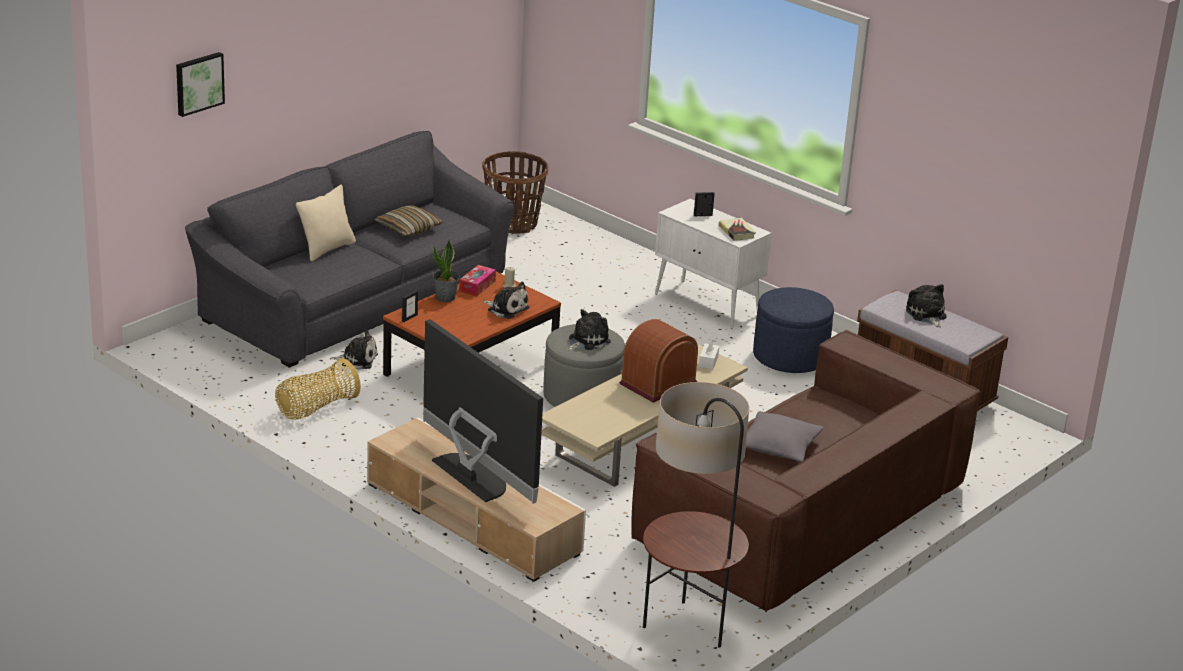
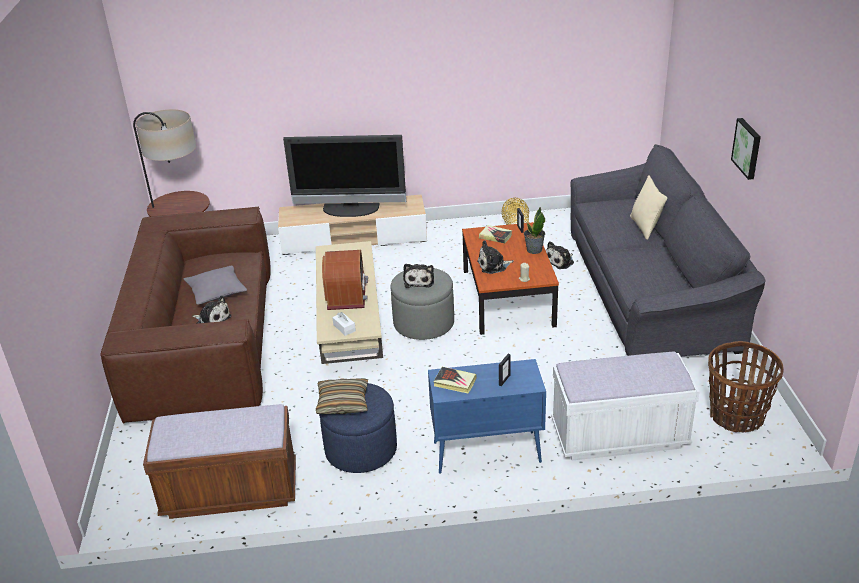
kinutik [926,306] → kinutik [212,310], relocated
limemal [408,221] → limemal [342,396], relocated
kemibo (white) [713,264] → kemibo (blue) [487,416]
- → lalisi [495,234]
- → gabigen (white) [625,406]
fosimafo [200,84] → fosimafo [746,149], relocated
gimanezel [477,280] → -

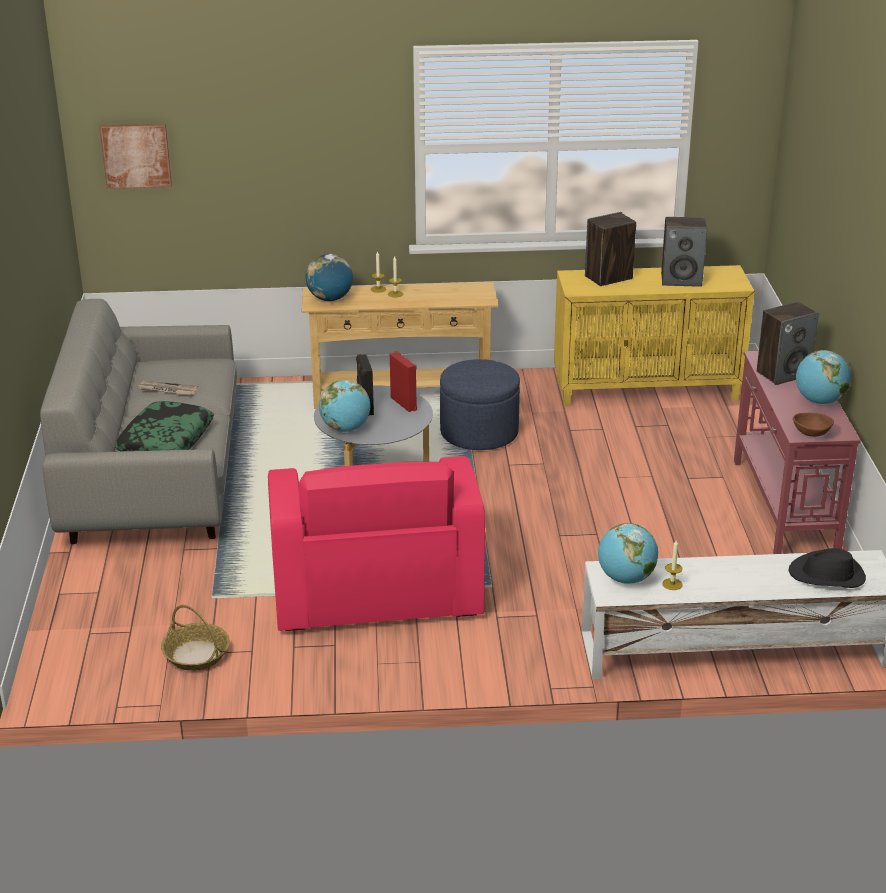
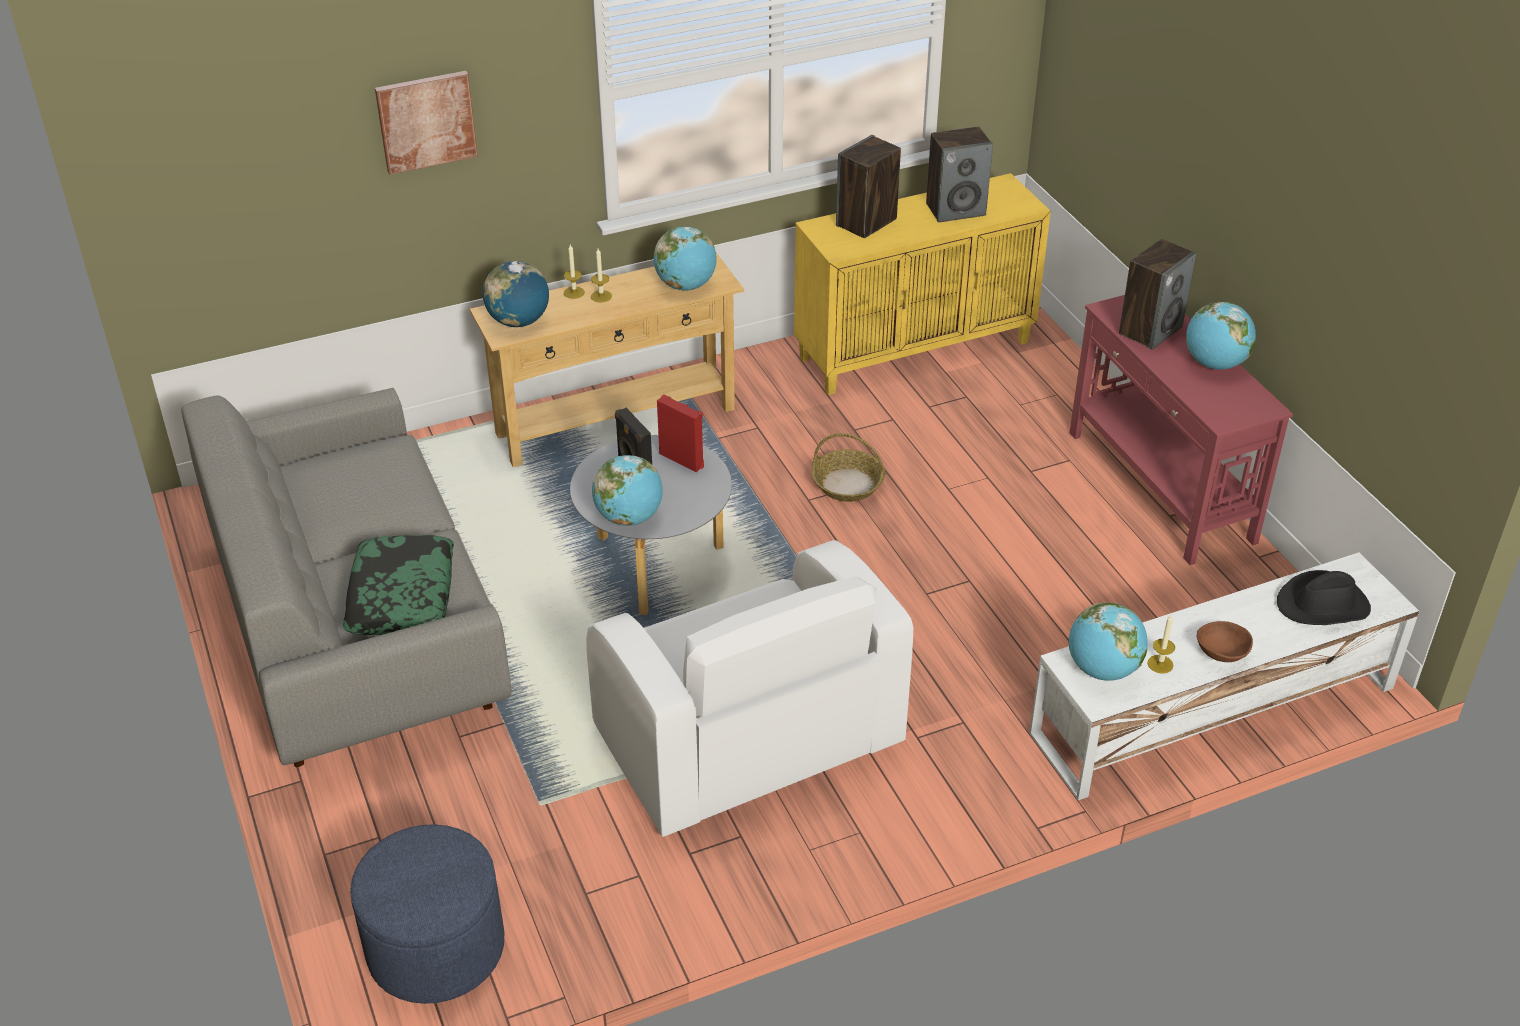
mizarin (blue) [480,404] → mizarin (blue) [427,914], relocated
fosimafo [135,156] → fosimafo [426,123], relocated
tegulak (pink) [376,543] → tegulak (white) [749,688]
- → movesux [685,259]
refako [195,638] → refako [849,467], relocated
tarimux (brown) [813,425] → tarimux (brown) [1225,641], relocated
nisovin [168,388] → -

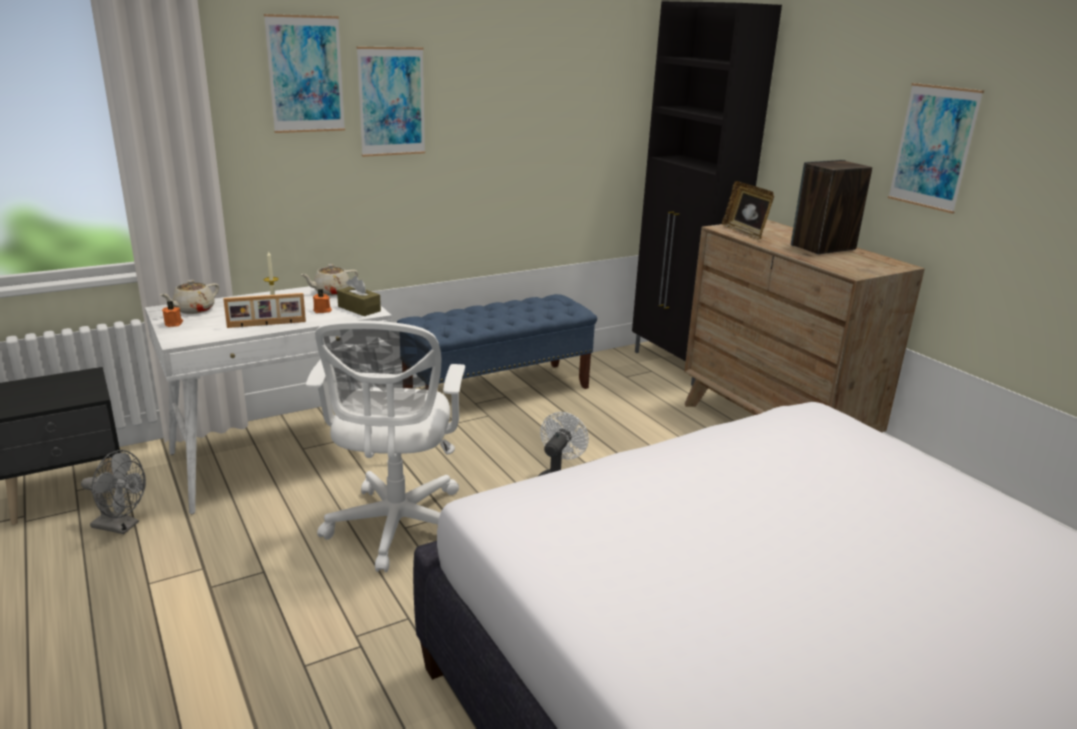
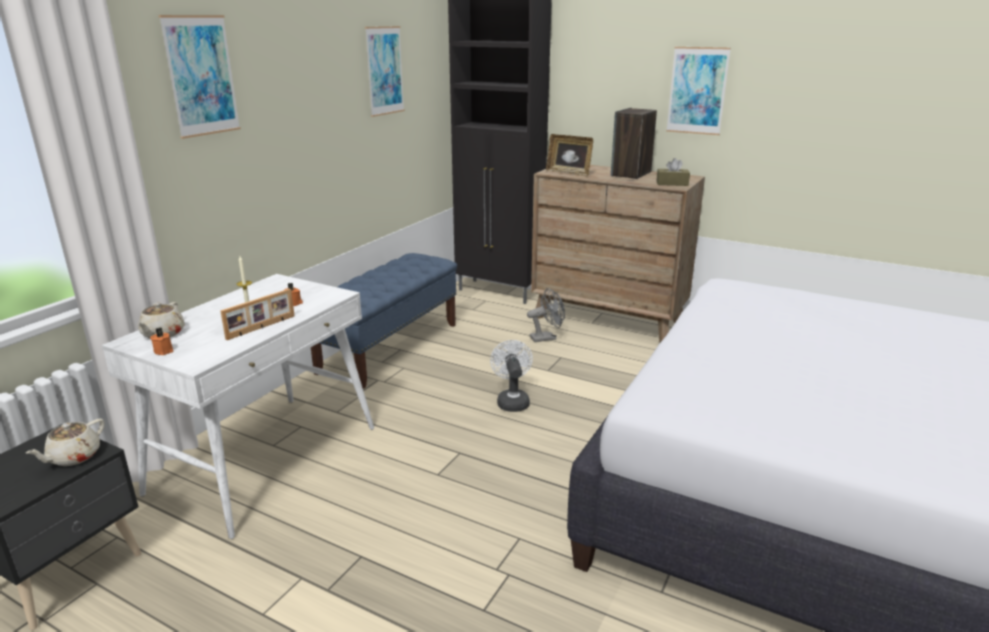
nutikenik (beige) [329,280] → nutikenik (beige) [65,442], relocated
fosimafo [390,101] → fosimafo [385,71], relocated
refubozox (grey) [113,492] → refubozox (grey) [546,315], relocated
gimanezel (brown) [359,296] → gimanezel (brown) [673,172], relocated
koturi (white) [385,446] → -

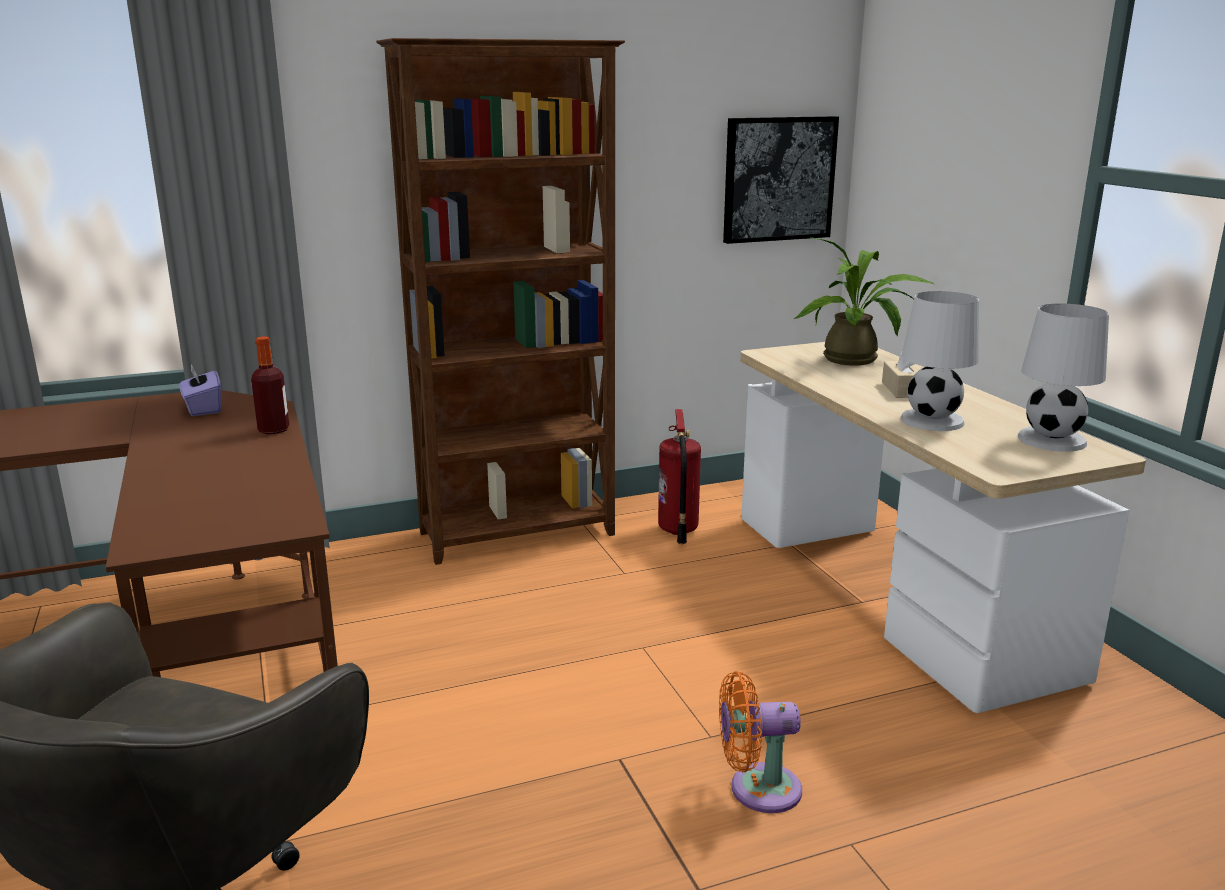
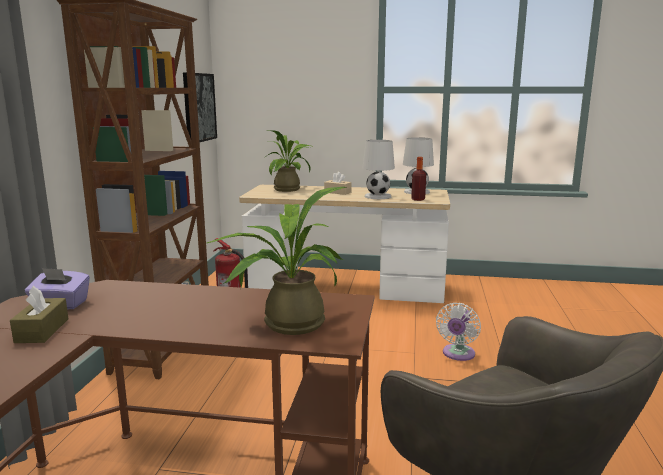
- → gimanezel (brown) [39,314]
- → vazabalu [277,261]
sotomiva [270,385] → sotomiva [418,179], relocated
refubozox (orange) [760,742] → refubozox (white) [458,332]

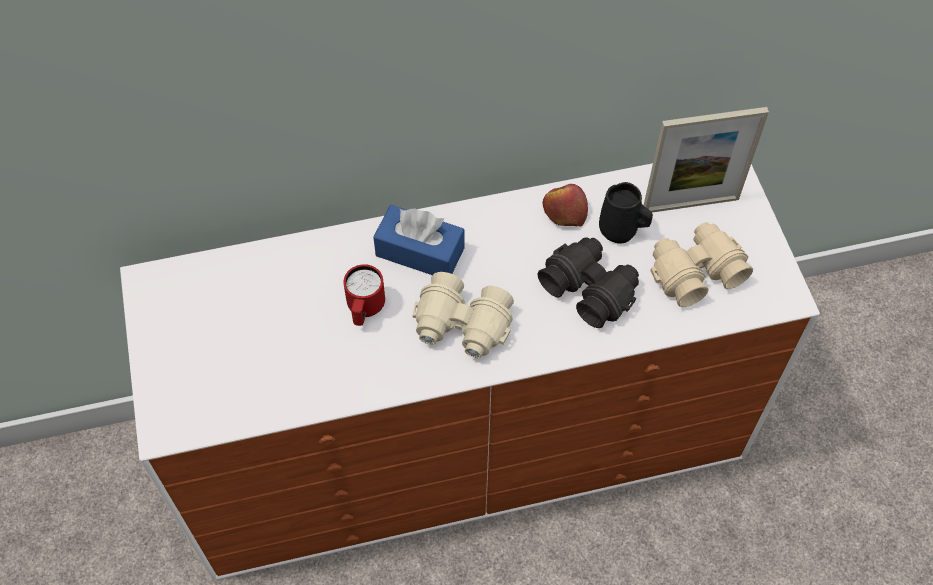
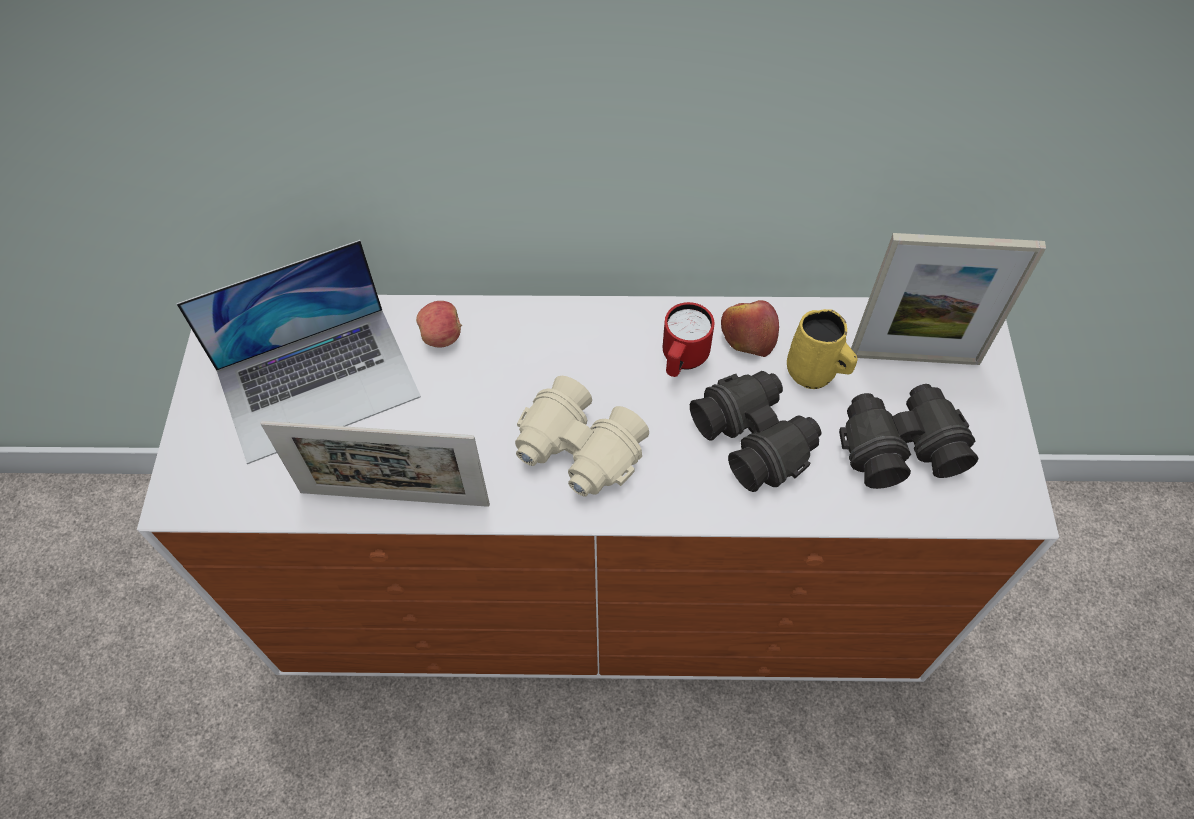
- → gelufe [298,352]
- → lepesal [375,464]
- → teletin [439,324]
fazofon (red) [364,295] → fazofon (red) [688,339], relocated
fazofon (black) [626,213] → fazofon (yellow) [822,349]
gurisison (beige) [701,264] → gurisison (black) [908,436]
gimanezel (blue) [418,240] → -

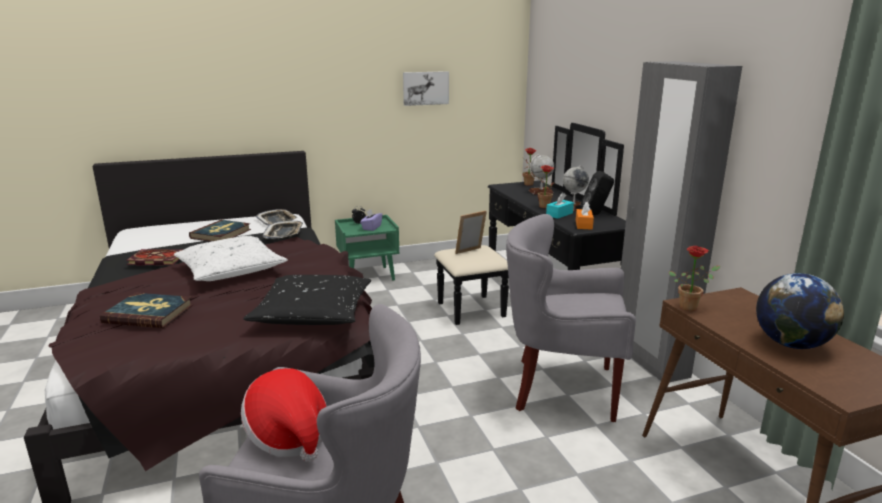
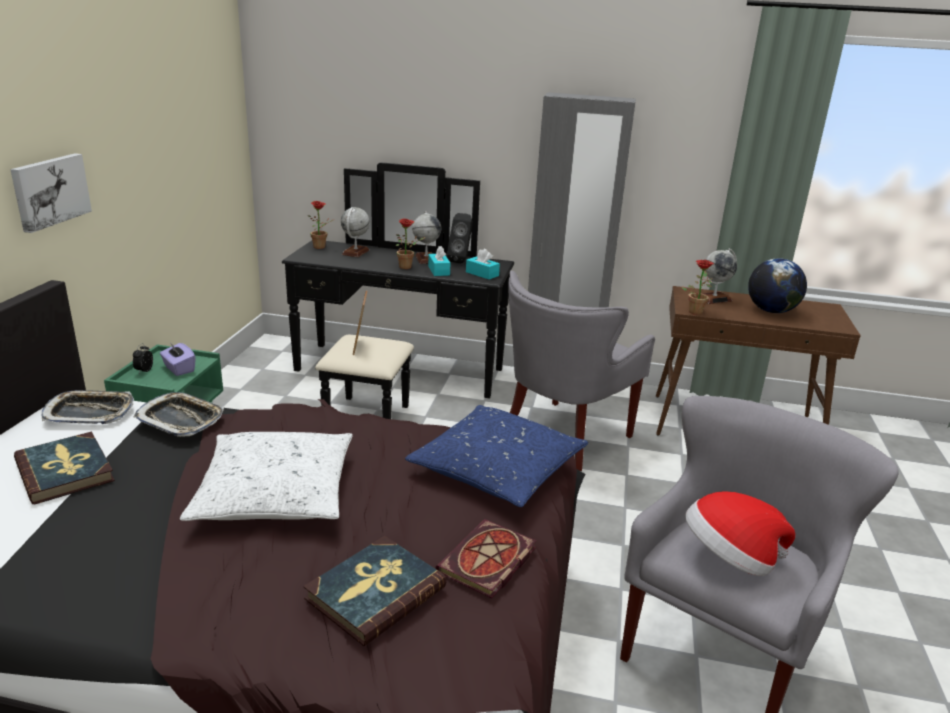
fosimafo [426,88] → fosimafo [51,193], relocated
limemal (black) [307,300] → limemal (blue) [496,456]
lalisi [155,257] → lalisi [486,559], relocated
gimanezel (orange) [585,216] → gimanezel (turquoise) [483,264]
- → movesux [719,276]

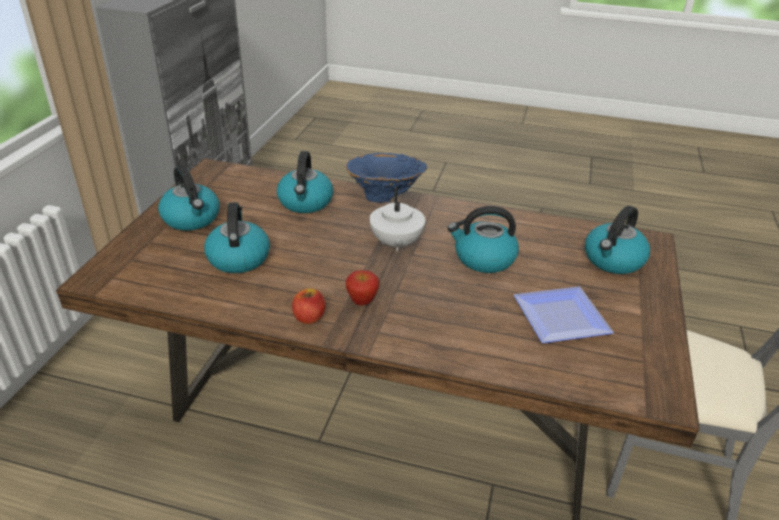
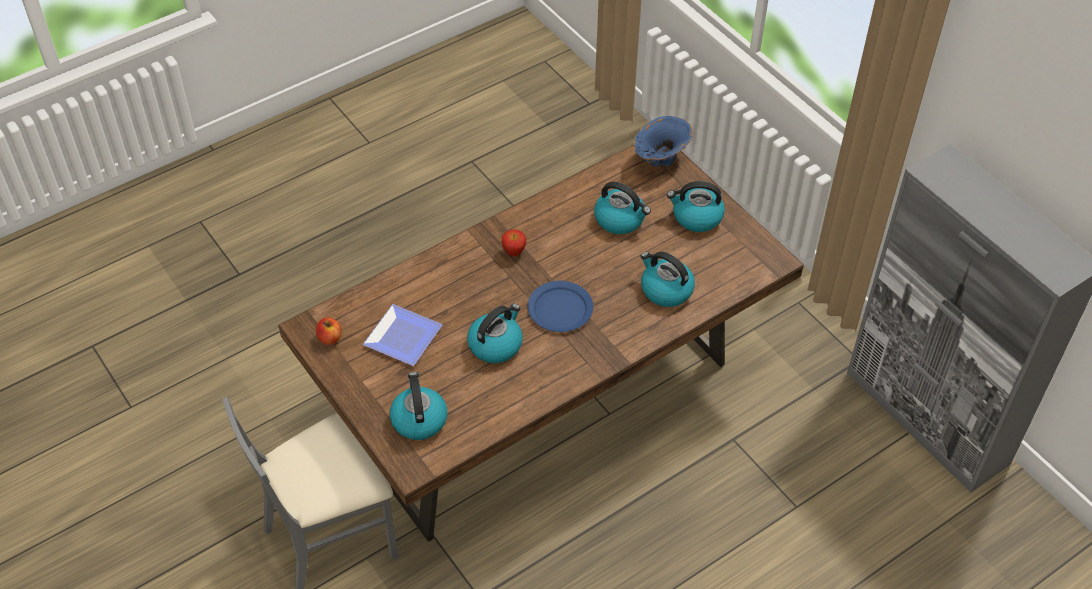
teletin [309,306] → teletin [328,331], relocated
nutikenik (white) [397,219] → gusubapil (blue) [560,306]
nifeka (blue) [386,178] → nifeka (blue) [663,141], relocated

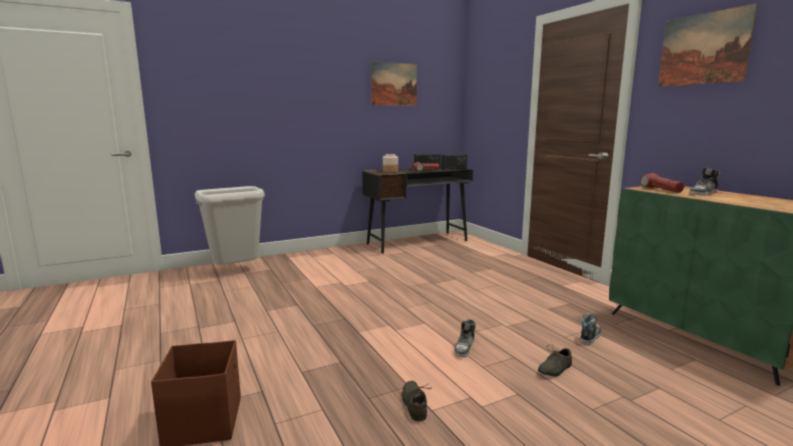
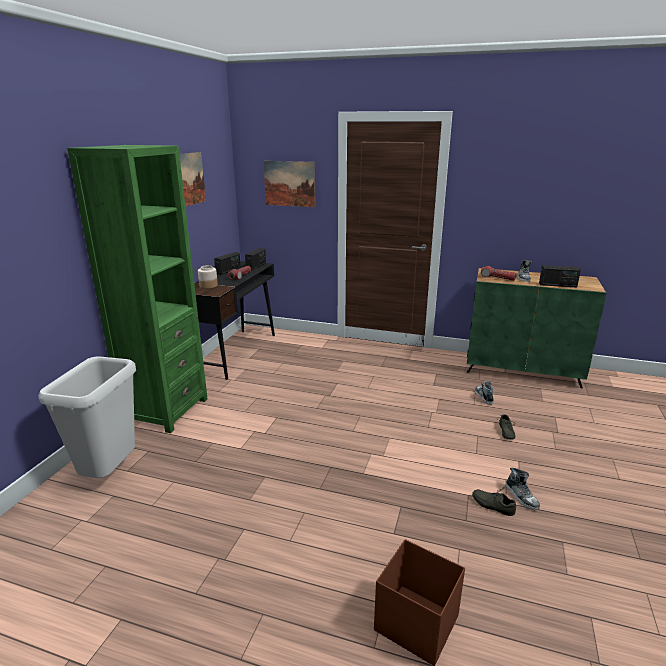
- → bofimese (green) [137,289]
fosimafo [708,45] → fosimafo [289,184], relocated
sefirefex [465,338] → sefirefex [523,488], relocated
- → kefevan [560,276]

